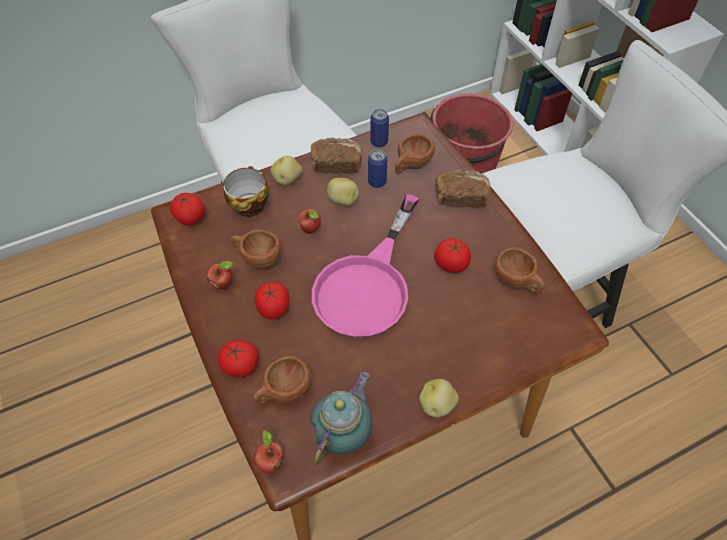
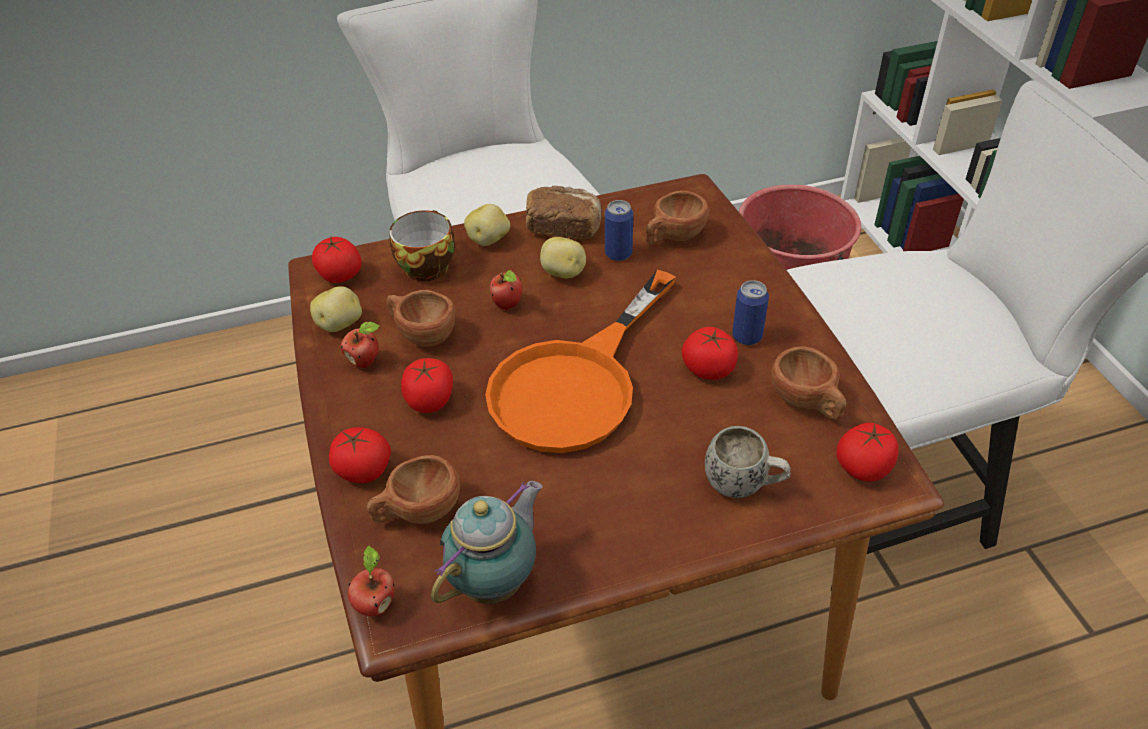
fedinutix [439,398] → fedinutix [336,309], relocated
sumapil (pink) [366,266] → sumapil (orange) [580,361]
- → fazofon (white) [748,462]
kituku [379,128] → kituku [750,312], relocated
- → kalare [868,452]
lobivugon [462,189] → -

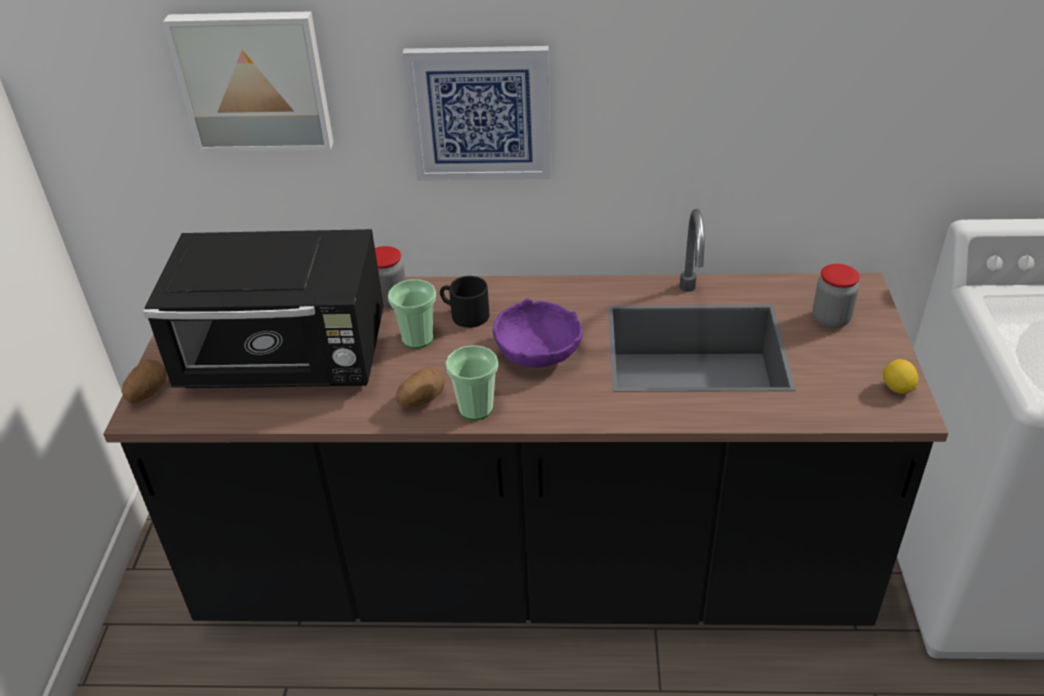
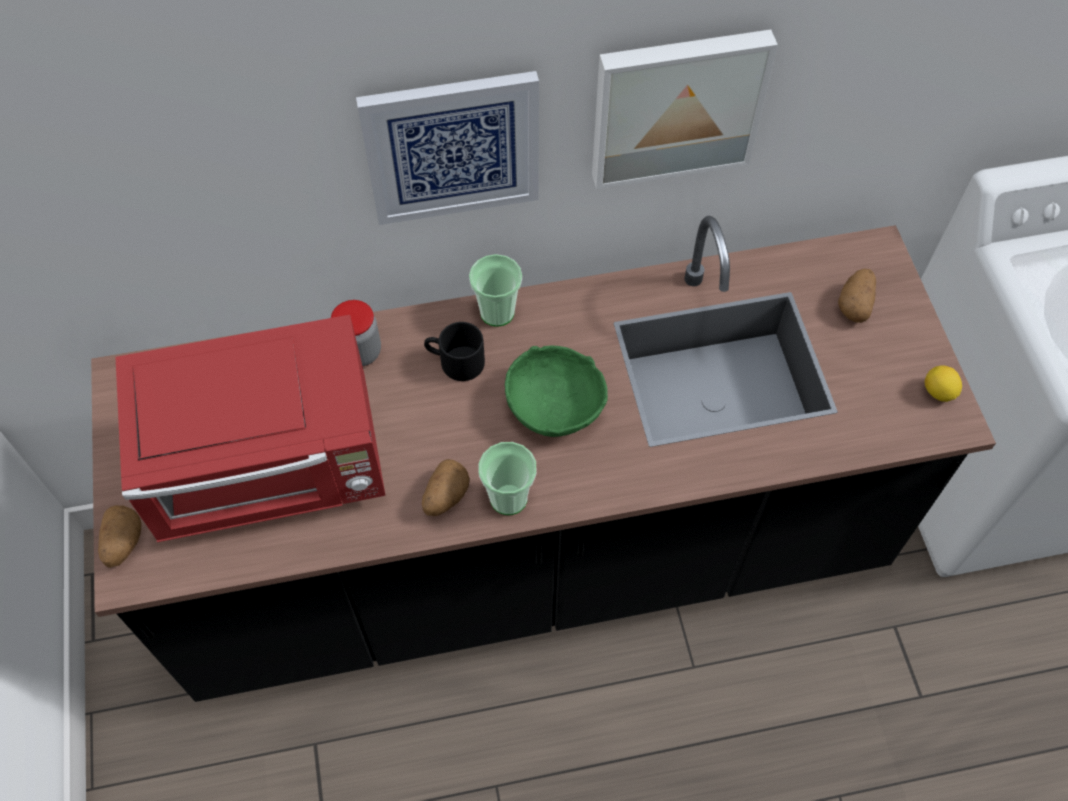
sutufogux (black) [263,308] → sutufogux (red) [250,428]
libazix [412,313] → libazix [495,290], relocated
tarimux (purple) [537,332] → tarimux (green) [556,391]
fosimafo [248,81] → fosimafo [685,109], relocated
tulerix [836,296] → fedinutix [857,296]

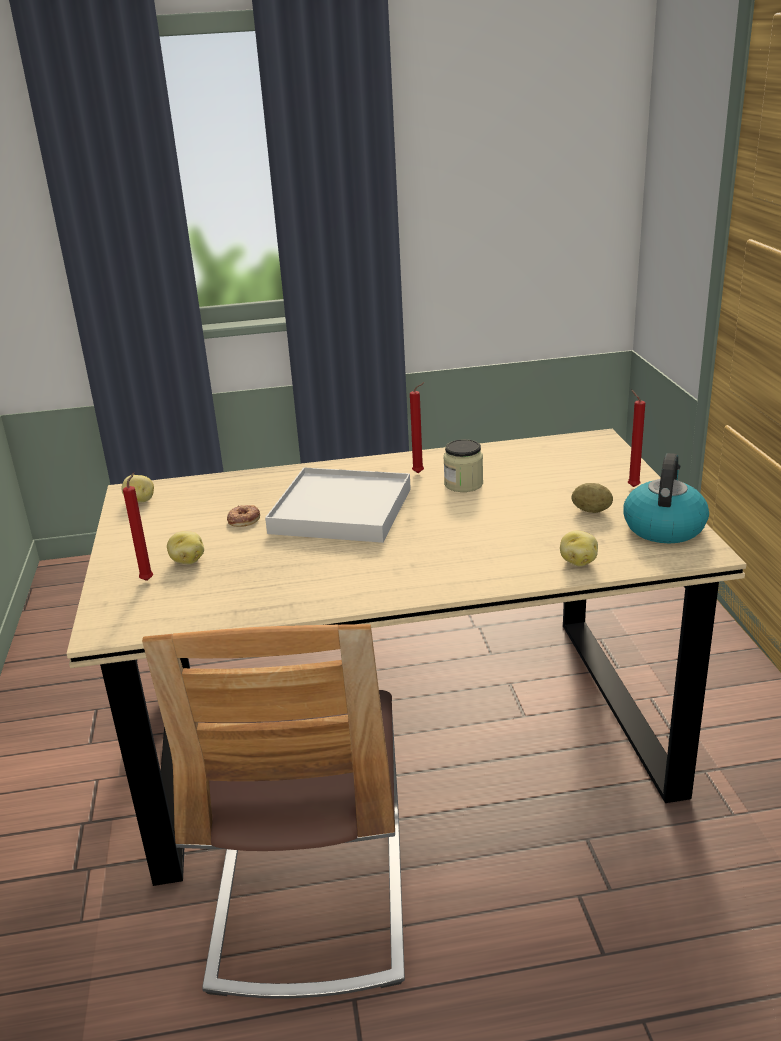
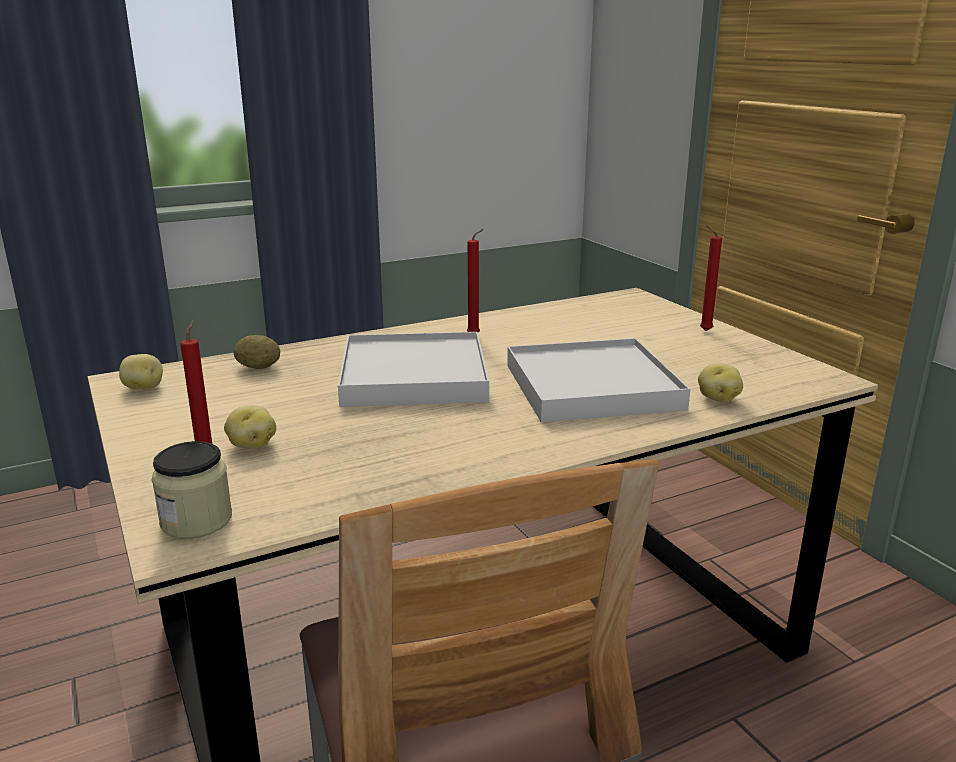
tulerix [463,465] → tulerix [192,490], relocated
fedinutix [592,498] → fedinutix [257,352], relocated
- → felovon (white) [599,380]
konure [243,516] → -
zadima [666,498] → -

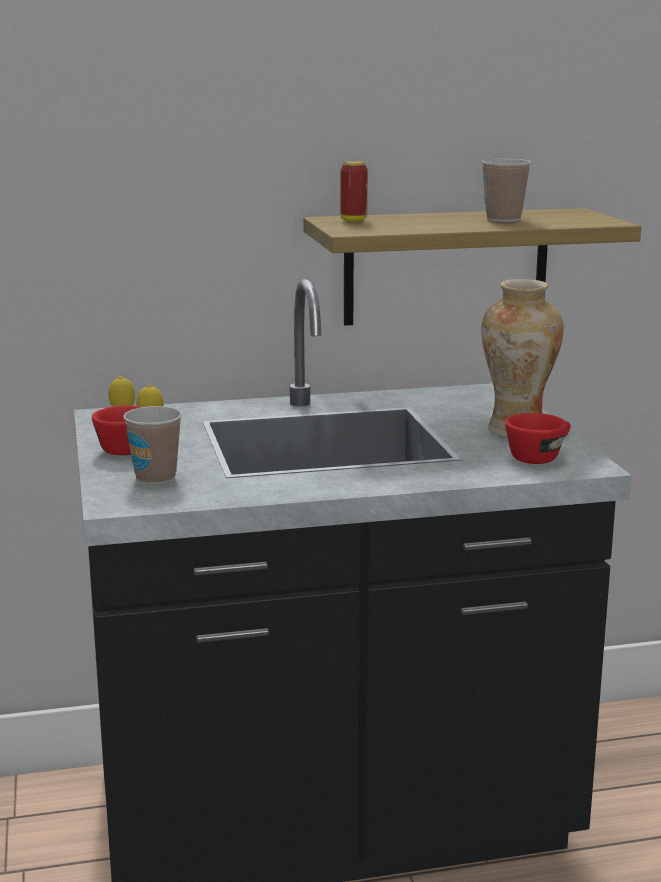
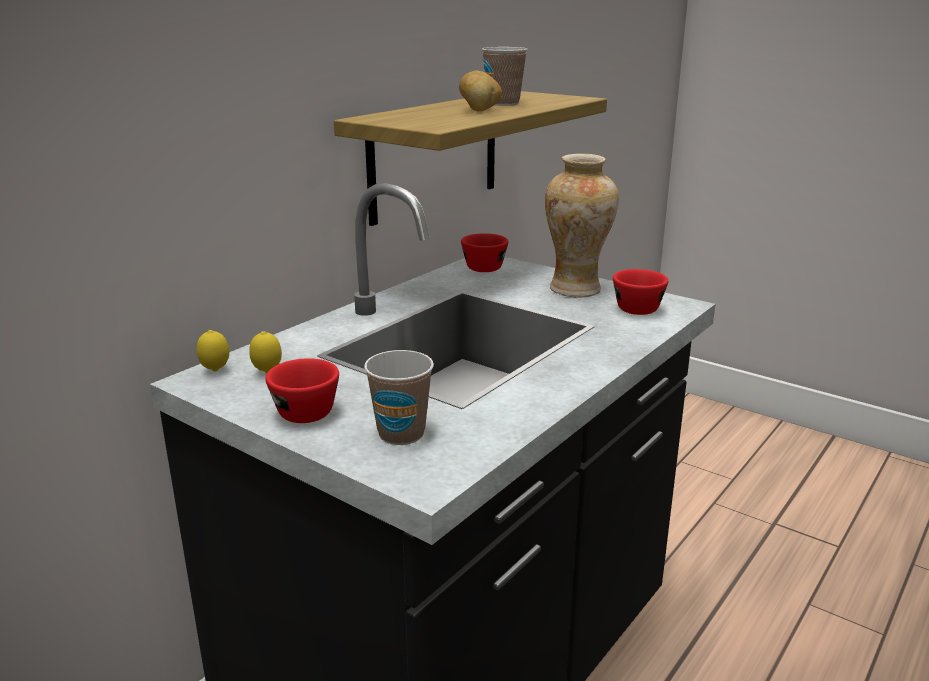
- → fedinutix [480,91]
- → libazix (red) [484,252]
kituku [354,191] → -

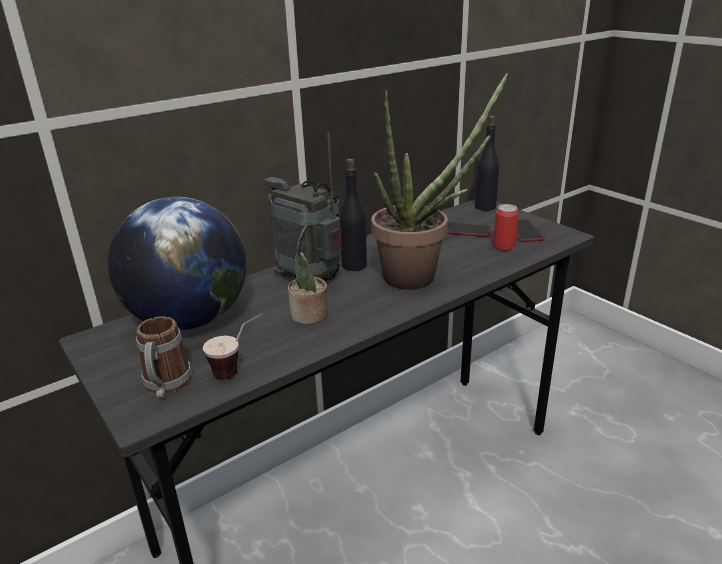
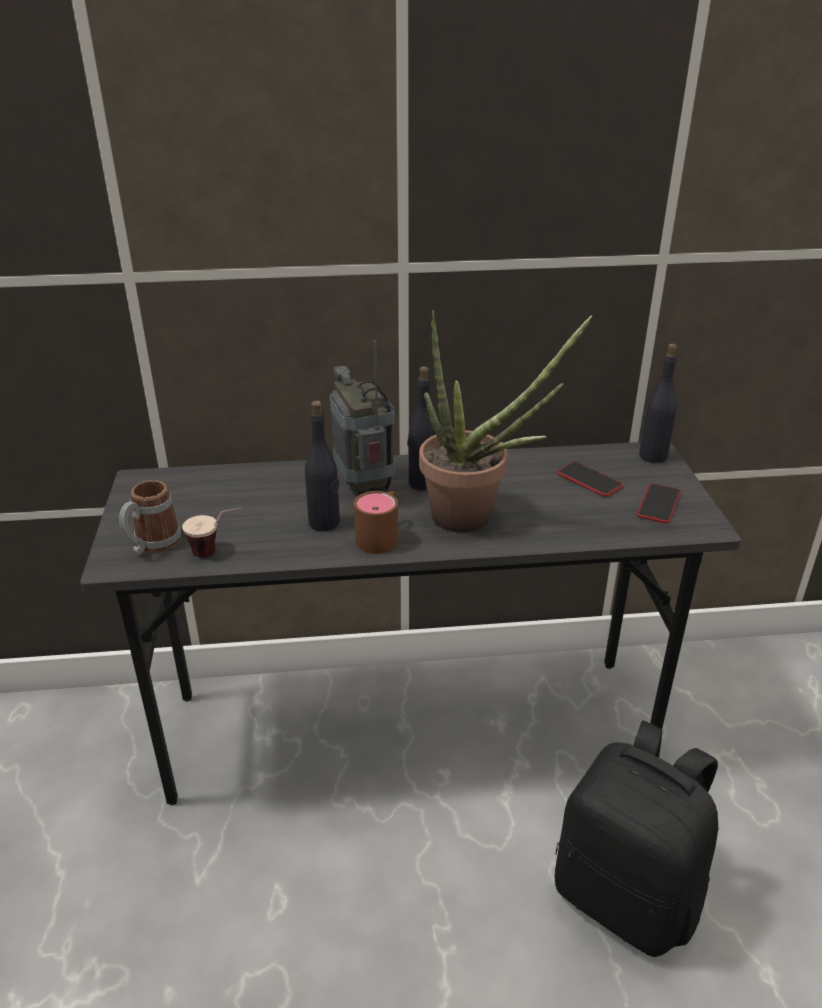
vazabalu [308,275] → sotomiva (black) [322,465]
- → fazofon (brown) [376,522]
- → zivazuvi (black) [636,838]
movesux [177,263] → -
kituku [506,227] → -

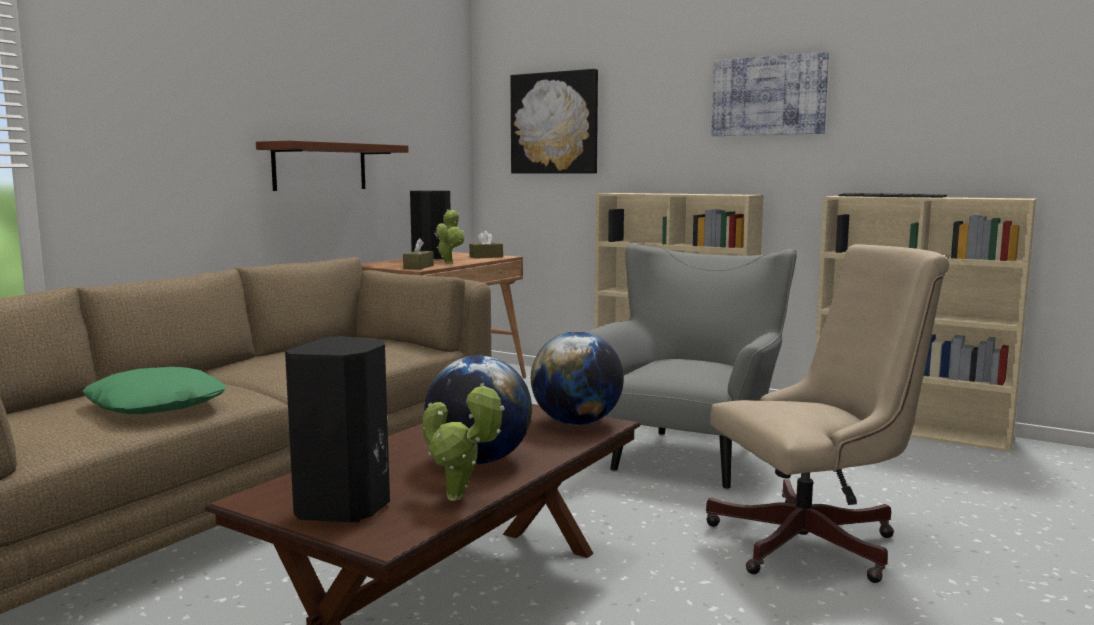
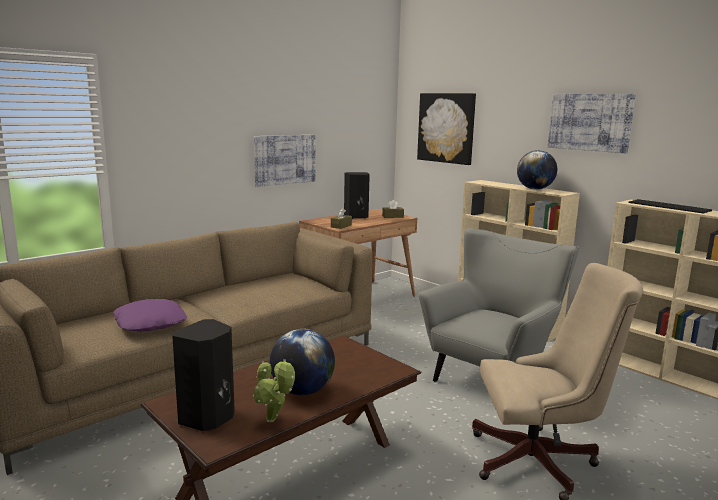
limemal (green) [154,390] → limemal (purple) [150,315]
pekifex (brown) [332,165] → fosimafo [285,161]
movesux [577,378] → movesux [537,170], relocated
vazabalu [450,236] → -

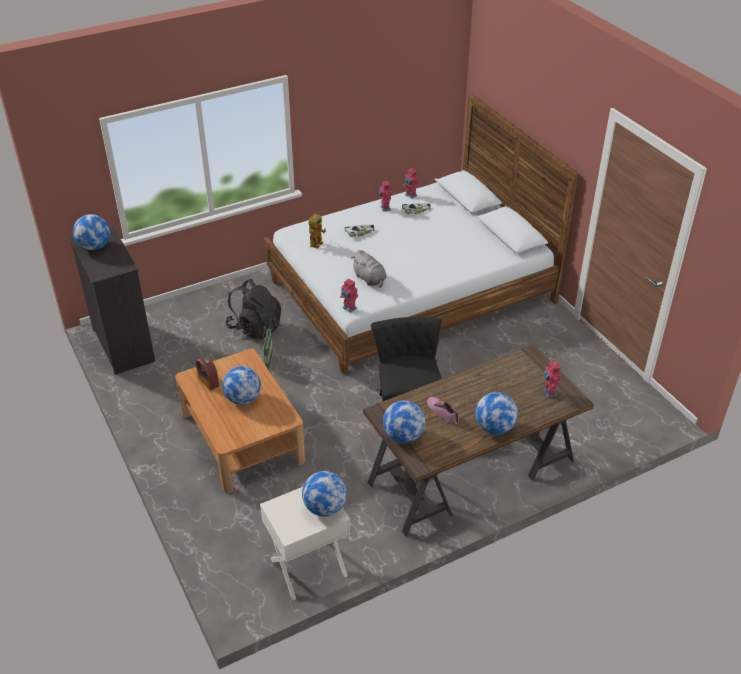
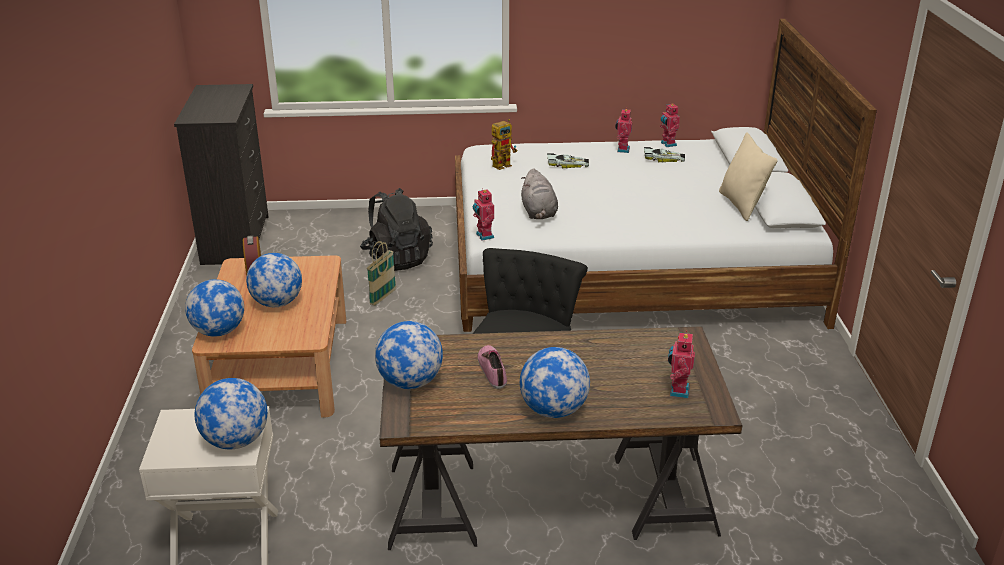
movesux [91,232] → movesux [214,308], relocated
- → limemal (beige) [748,176]

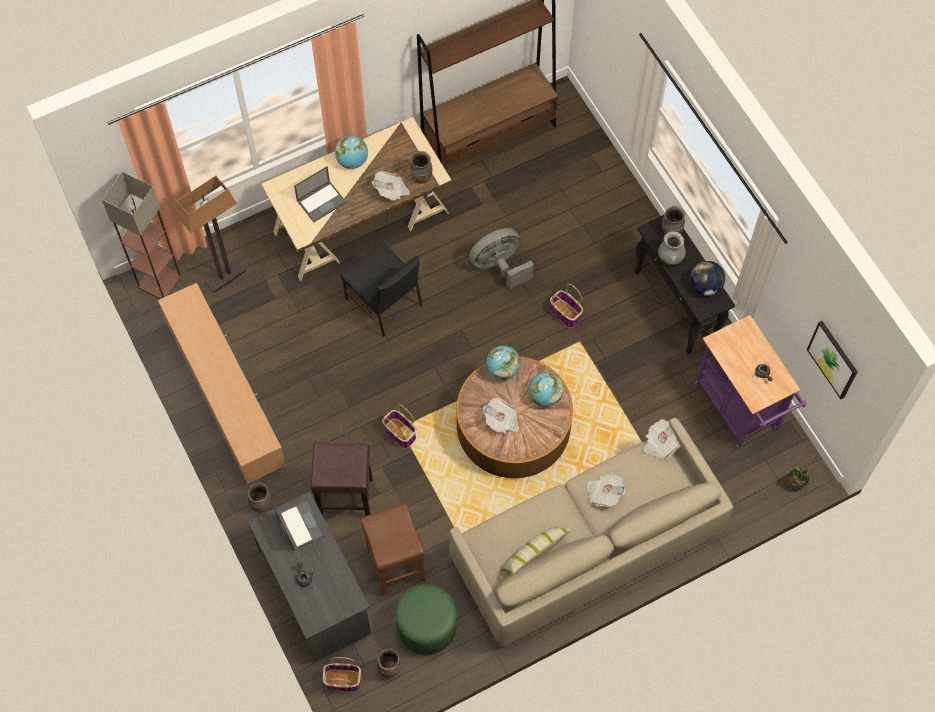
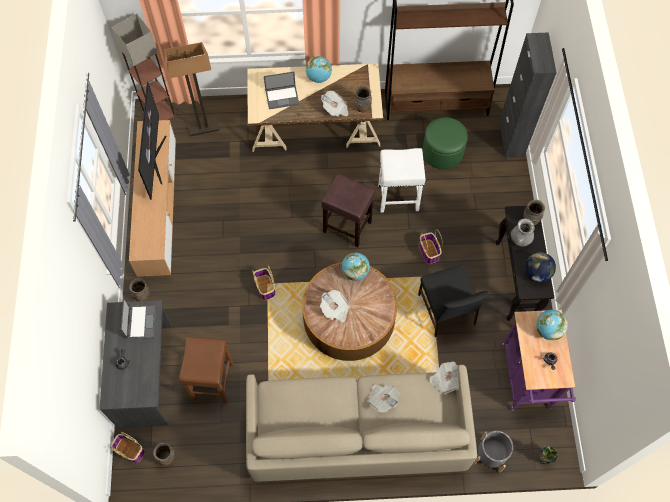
- → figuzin [152,140]
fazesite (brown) [342,479] → fazesite (brown) [348,210], relocated
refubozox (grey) [501,258] → fazesite (white) [401,180]
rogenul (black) [381,289] → rogenul (black) [453,300], relocated
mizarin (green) [426,619] → mizarin (green) [445,143], relocated
- → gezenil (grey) [493,452]
- → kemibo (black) [528,94]
movesux [546,389] → movesux [552,325], relocated
limemal [535,550] → -
fosimafo [832,360] → -

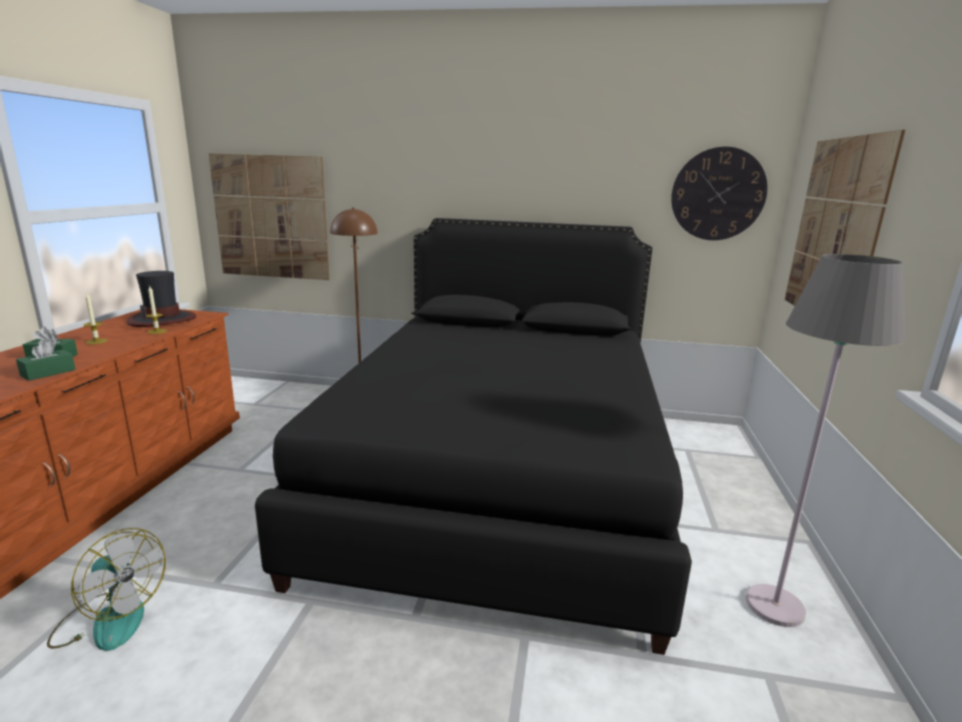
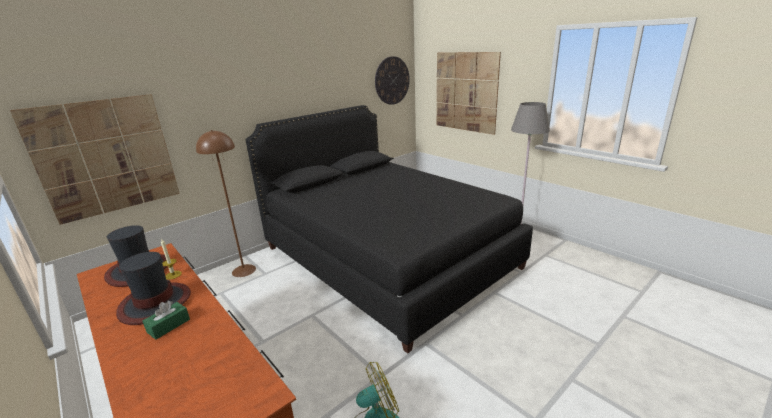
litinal [96,318] → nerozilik [153,288]
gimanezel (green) [46,360] → -

